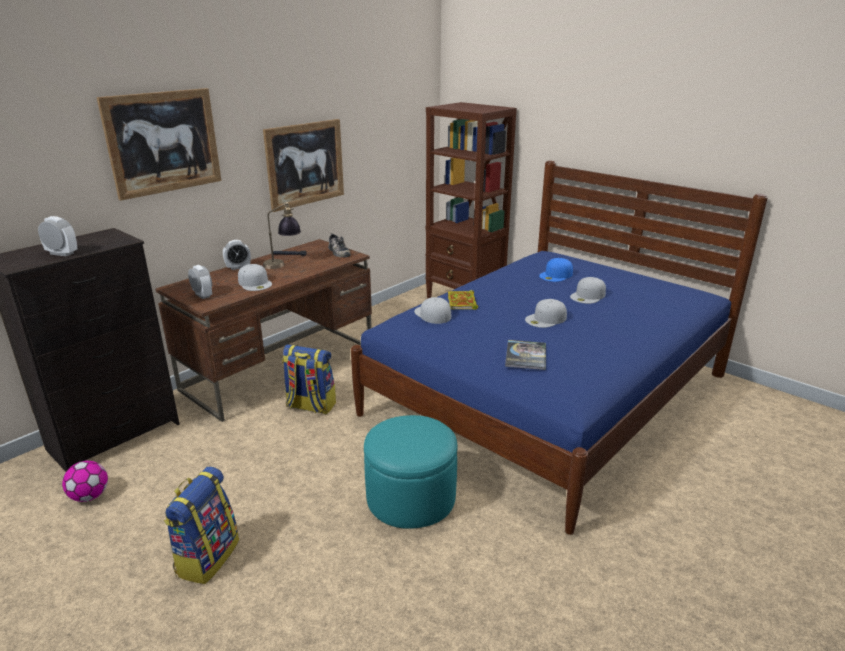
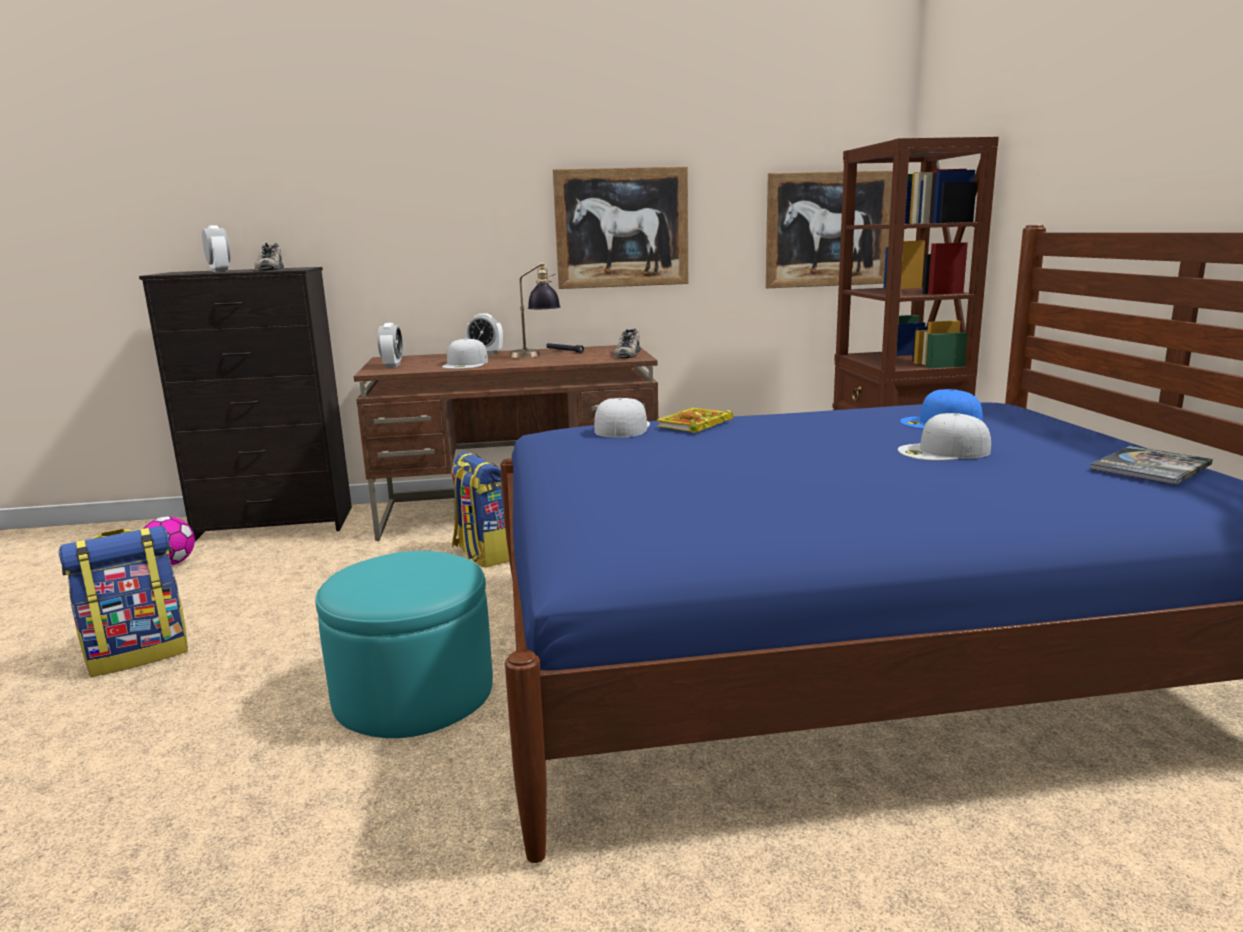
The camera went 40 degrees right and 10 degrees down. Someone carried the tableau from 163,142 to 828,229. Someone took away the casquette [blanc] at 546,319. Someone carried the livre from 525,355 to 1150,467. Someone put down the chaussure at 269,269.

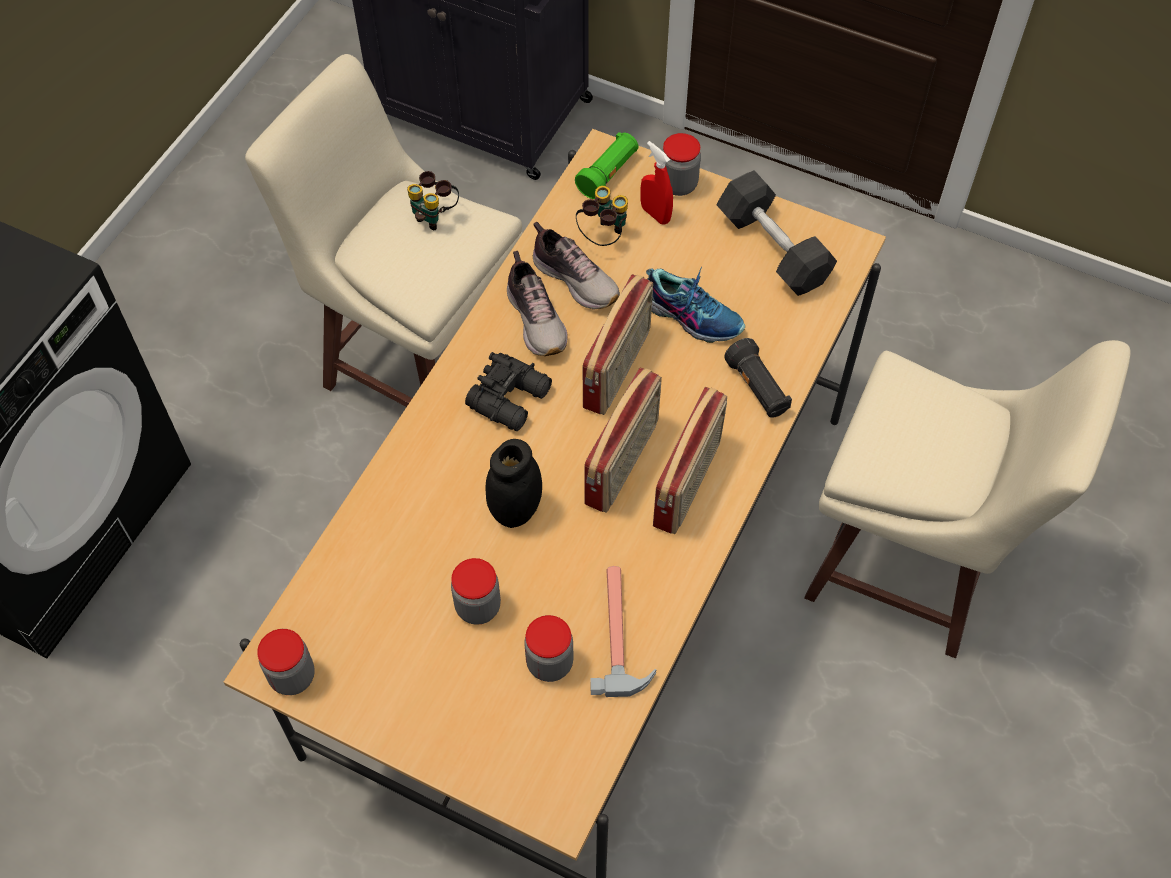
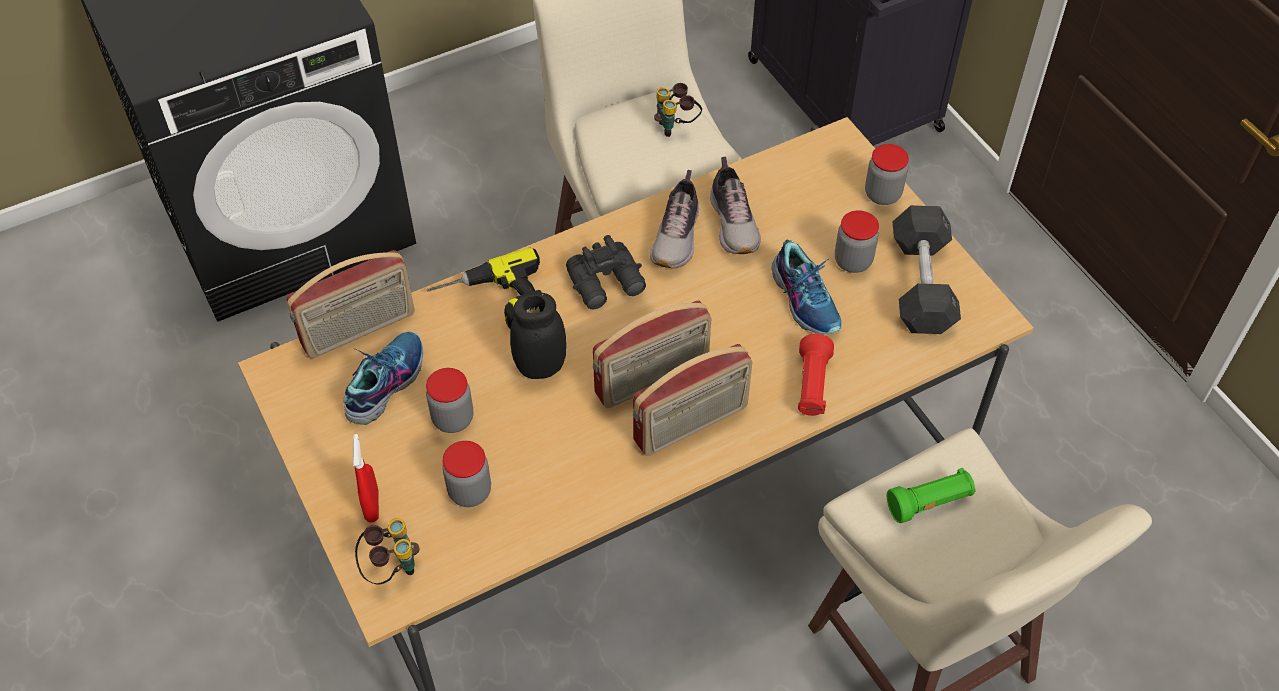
The camera went 35 degrees right and 5 degrees down. Someone carried the lampe de poche [vert] from 608,174 to 929,503. Someone carried the vaporisateur [rouge] from 655,214 to 372,506. Someone carried the jumelles from 603,236 to 391,567. Someone carried the radio from 618,369 to 359,330. Someone repainted the lampe de poche [noir] at 757,389, which became the lampe de poche [rouge] at 812,386. Someone took away the marteau at 621,633. Someone carried the bocal from 292,676 to 853,261. Someone put down the perceuse at 493,302. Someone put down the chaussure at 385,383.

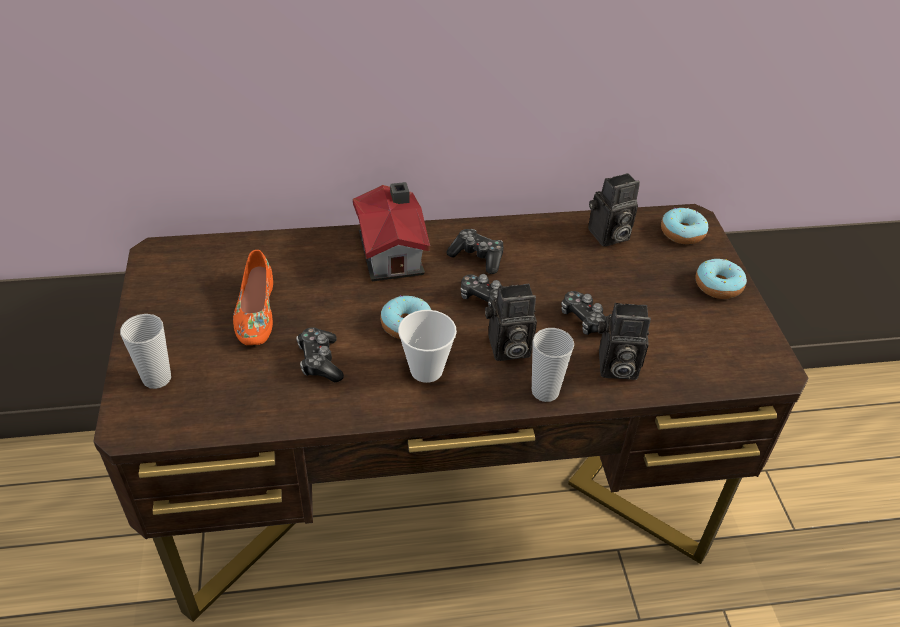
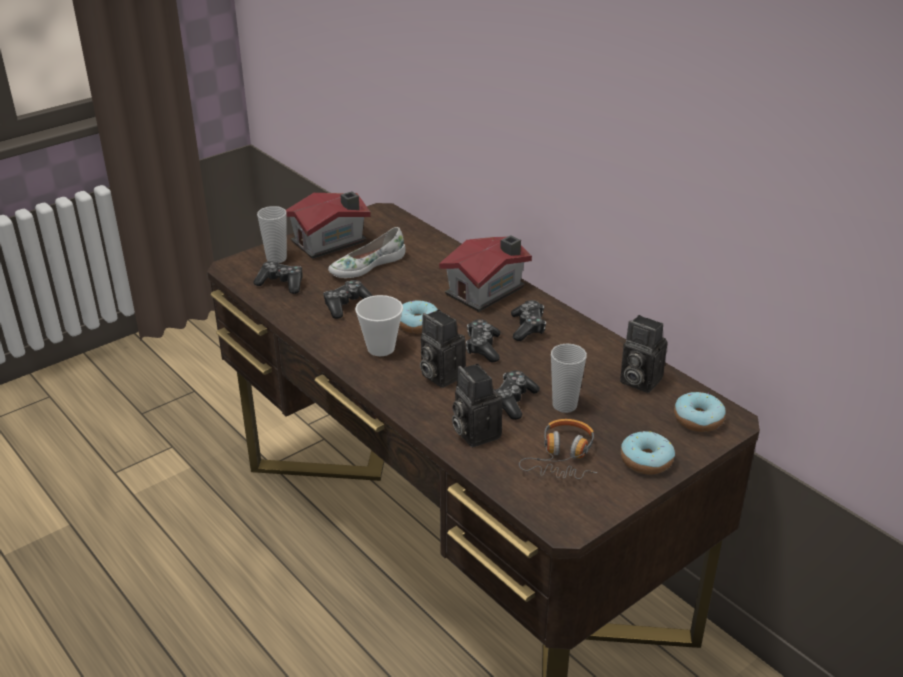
The camera went 60 degrees right and 10 degrees down. Someone repainted the chaussure [orange] at 255,311, which became the chaussure [blanc] at 366,265. Someone carried the tasse from 545,391 to 564,405. Someone put down the maison miniature at 331,242. Someone put down the manette at 281,283. Someone put down the casque audio at 562,457.

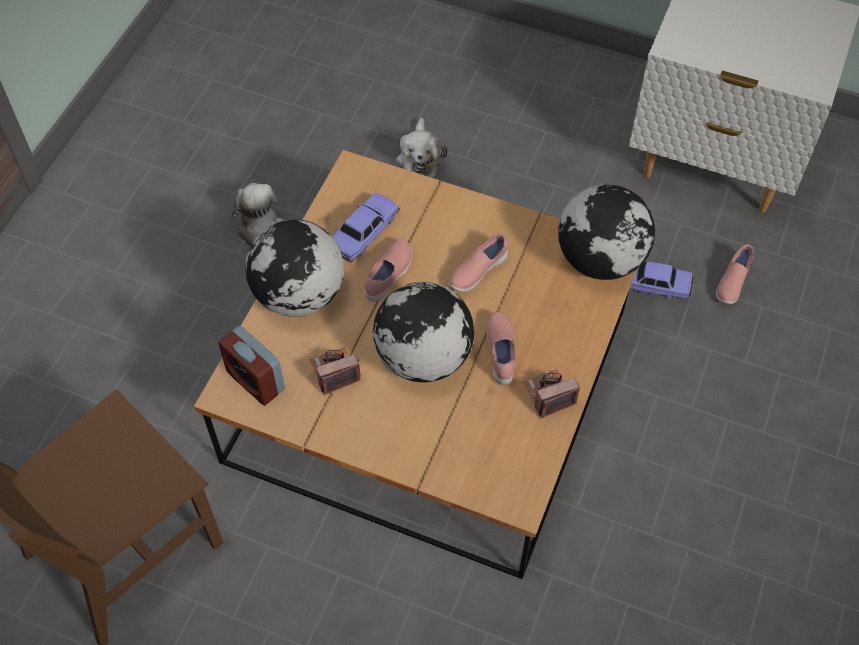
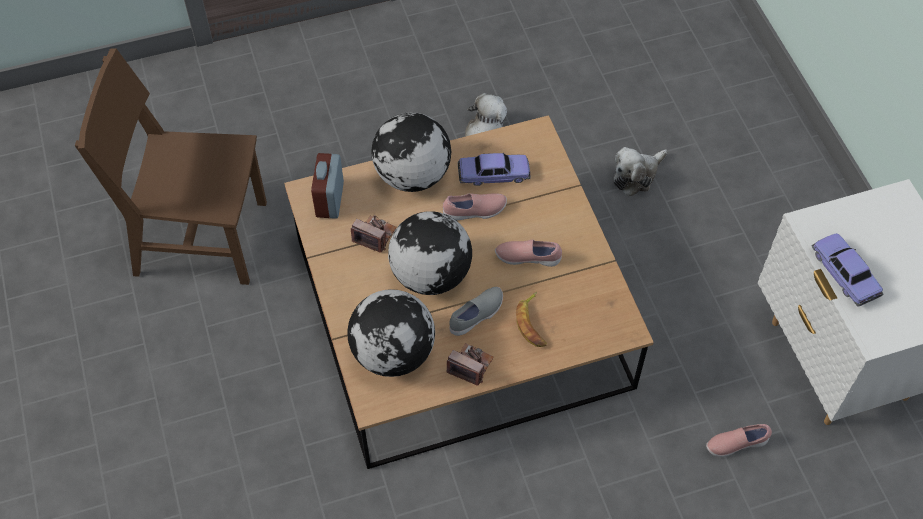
The camera went 50 degrees right and 0 degrees up. Someone carried the globe from 601,259 to 394,353. Someone carried the petite voiture from 652,284 to 844,274. Someone repainted the chaussure [rose] at 502,353, which became the chaussure [gris] at 477,316. Someone put down the banane at 532,323.

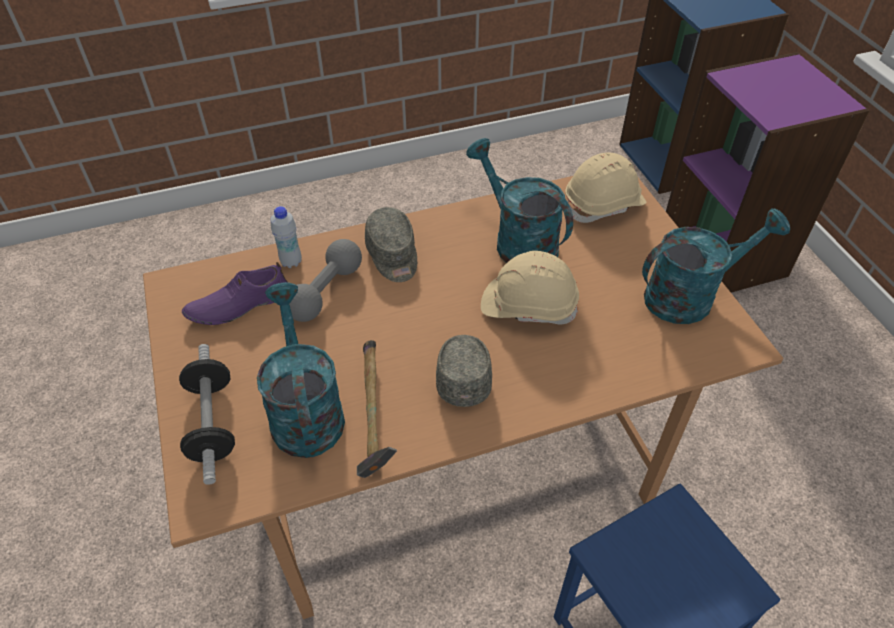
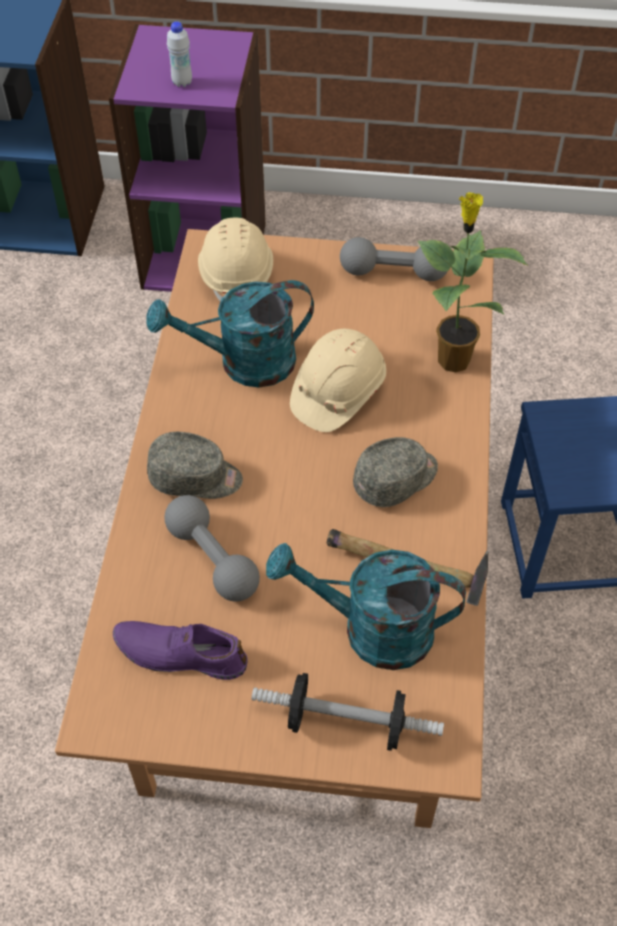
The camera went 65 degrees left and 5 degrees up. Someone carried the bouteille [blanc] from 291,262 to 182,82. Someone swapped the arrosoir [turquoise] at 690,295 for the haltère [gris] at 393,272. Someone rotated the chaussure [violet] at 239,305 by 105 degrees clockwise. Someone rotated the casquette [gris] at 463,375 by 120 degrees clockwise. Someone put down the plante en pot at 452,358.

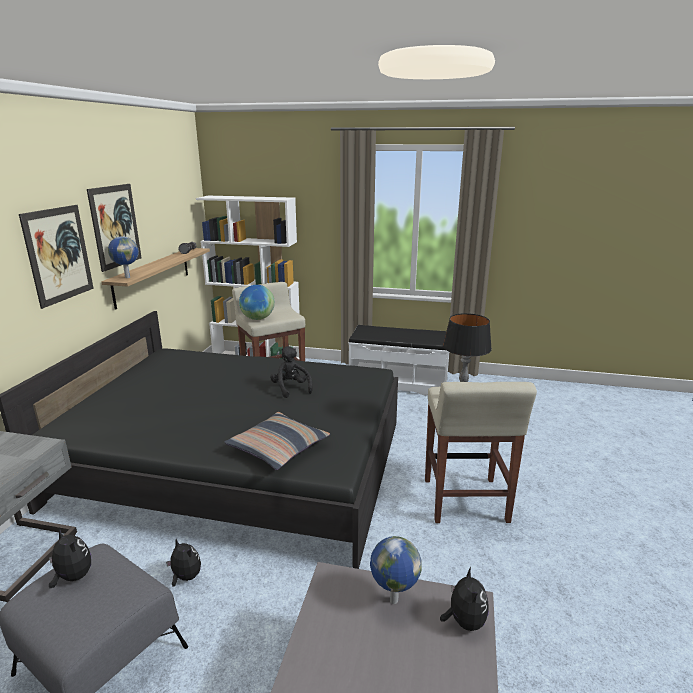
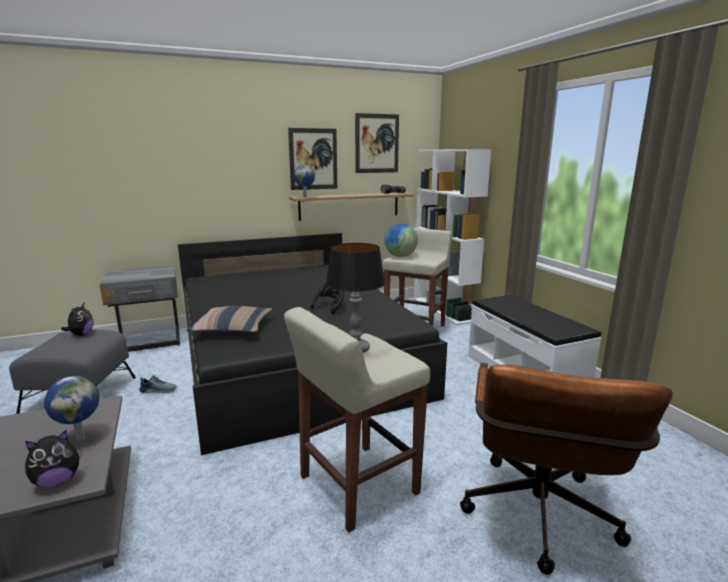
The camera went 55 degrees right and 5 degrees down. Someone carried the tableau from 59,254 to 377,143. Someone swapped the peluche at 185,577 for the chaussure at 159,390. Someone put down the chaise de bureau [marron] at 538,521.

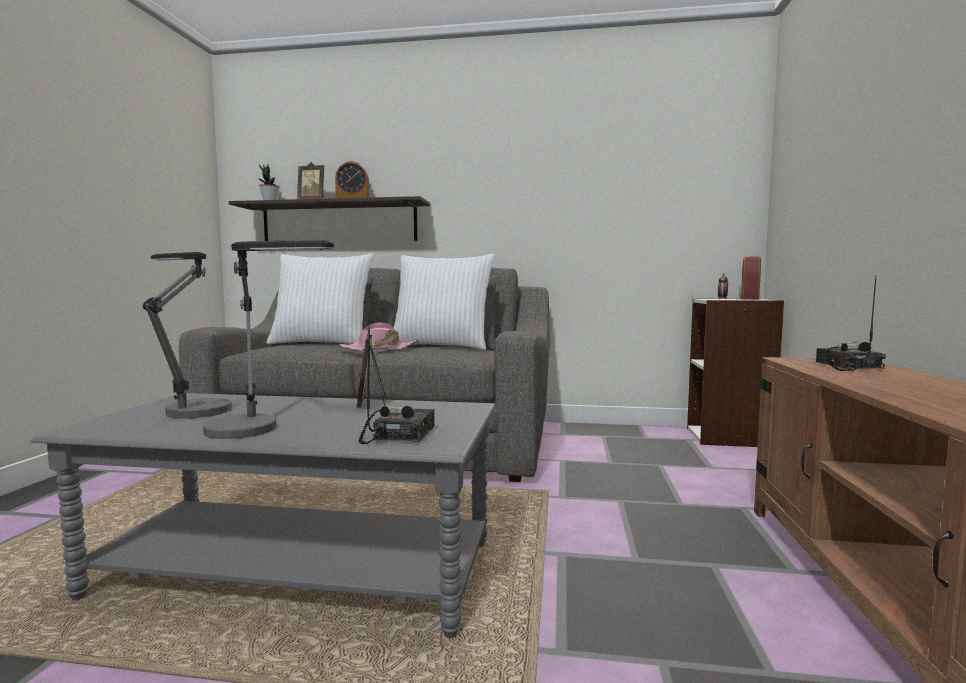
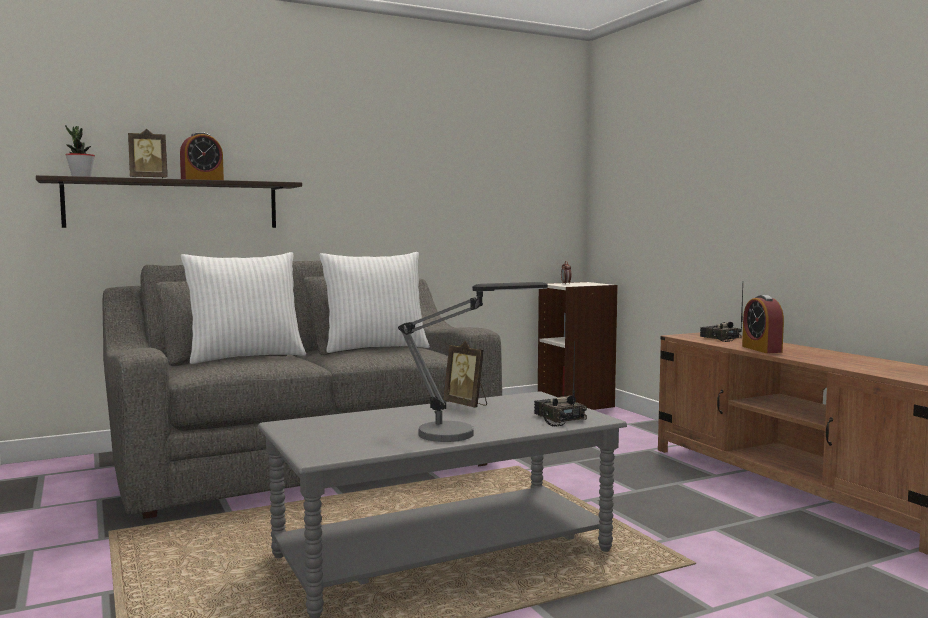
The camera went 35 degrees left and 0 degrees up. Someone took away the lampe de table at 191,408. Someone carried the réveil from 749,299 to 761,349. Someone took away the chapeau [rose] at 378,349.

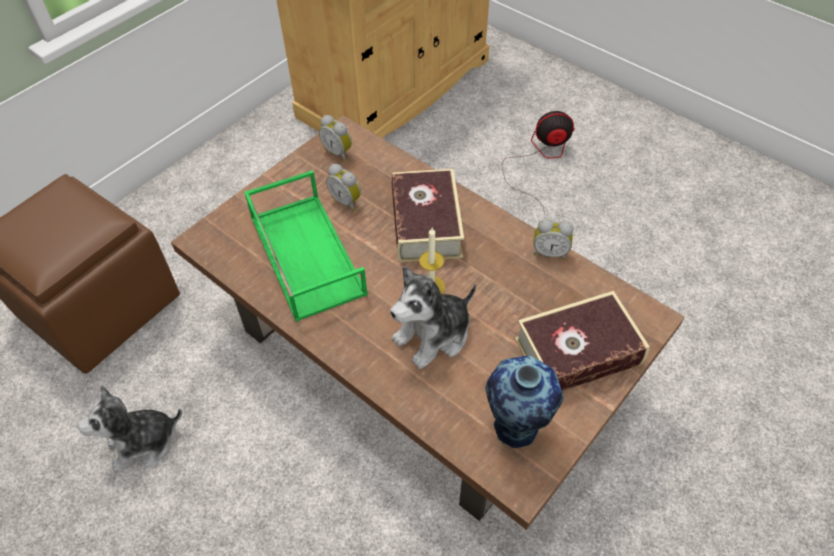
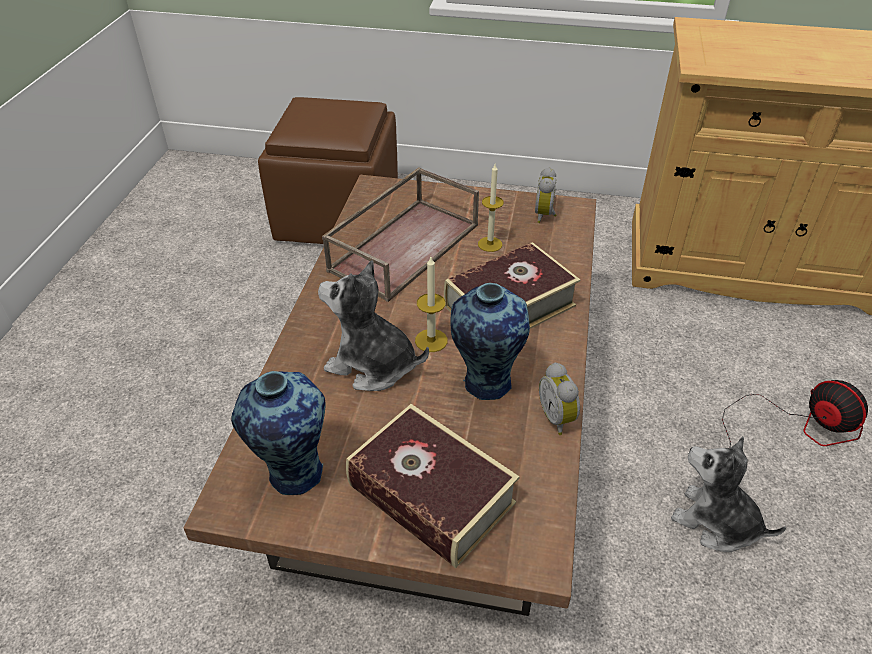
The camera went 60 degrees right and 10 degrees down. Someone swapped the réveil at 347,201 for the bougie at 490,244. Someone repainted the plateau [vert] at 305,254, which became the plateau [marron] at 404,246. Someone carried the peluche from 143,443 to 715,522. Someone put down the vase at 485,383.

